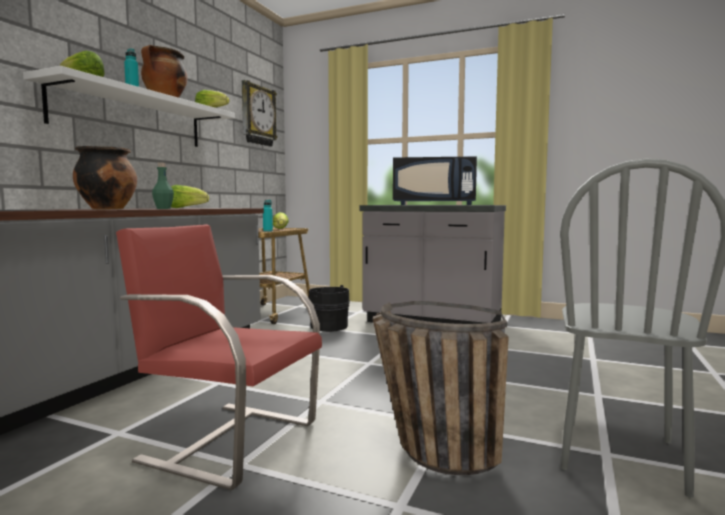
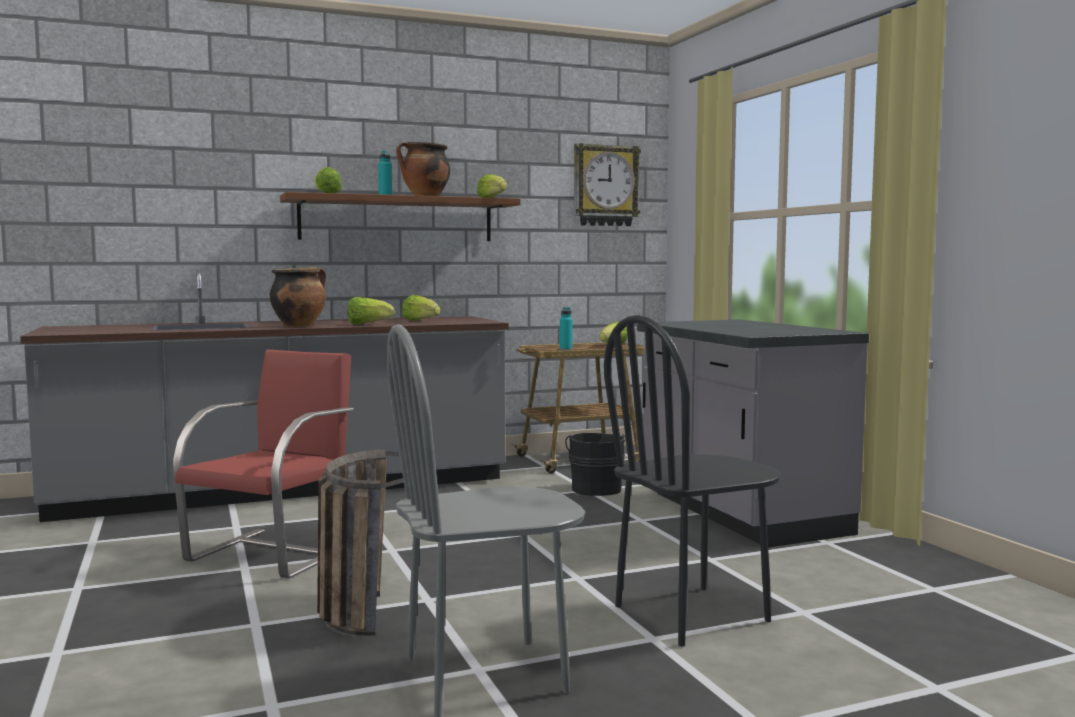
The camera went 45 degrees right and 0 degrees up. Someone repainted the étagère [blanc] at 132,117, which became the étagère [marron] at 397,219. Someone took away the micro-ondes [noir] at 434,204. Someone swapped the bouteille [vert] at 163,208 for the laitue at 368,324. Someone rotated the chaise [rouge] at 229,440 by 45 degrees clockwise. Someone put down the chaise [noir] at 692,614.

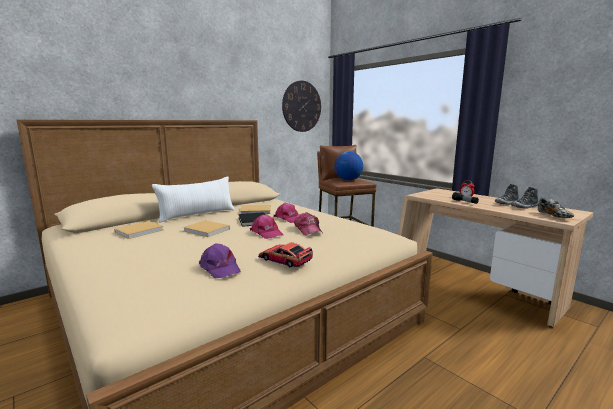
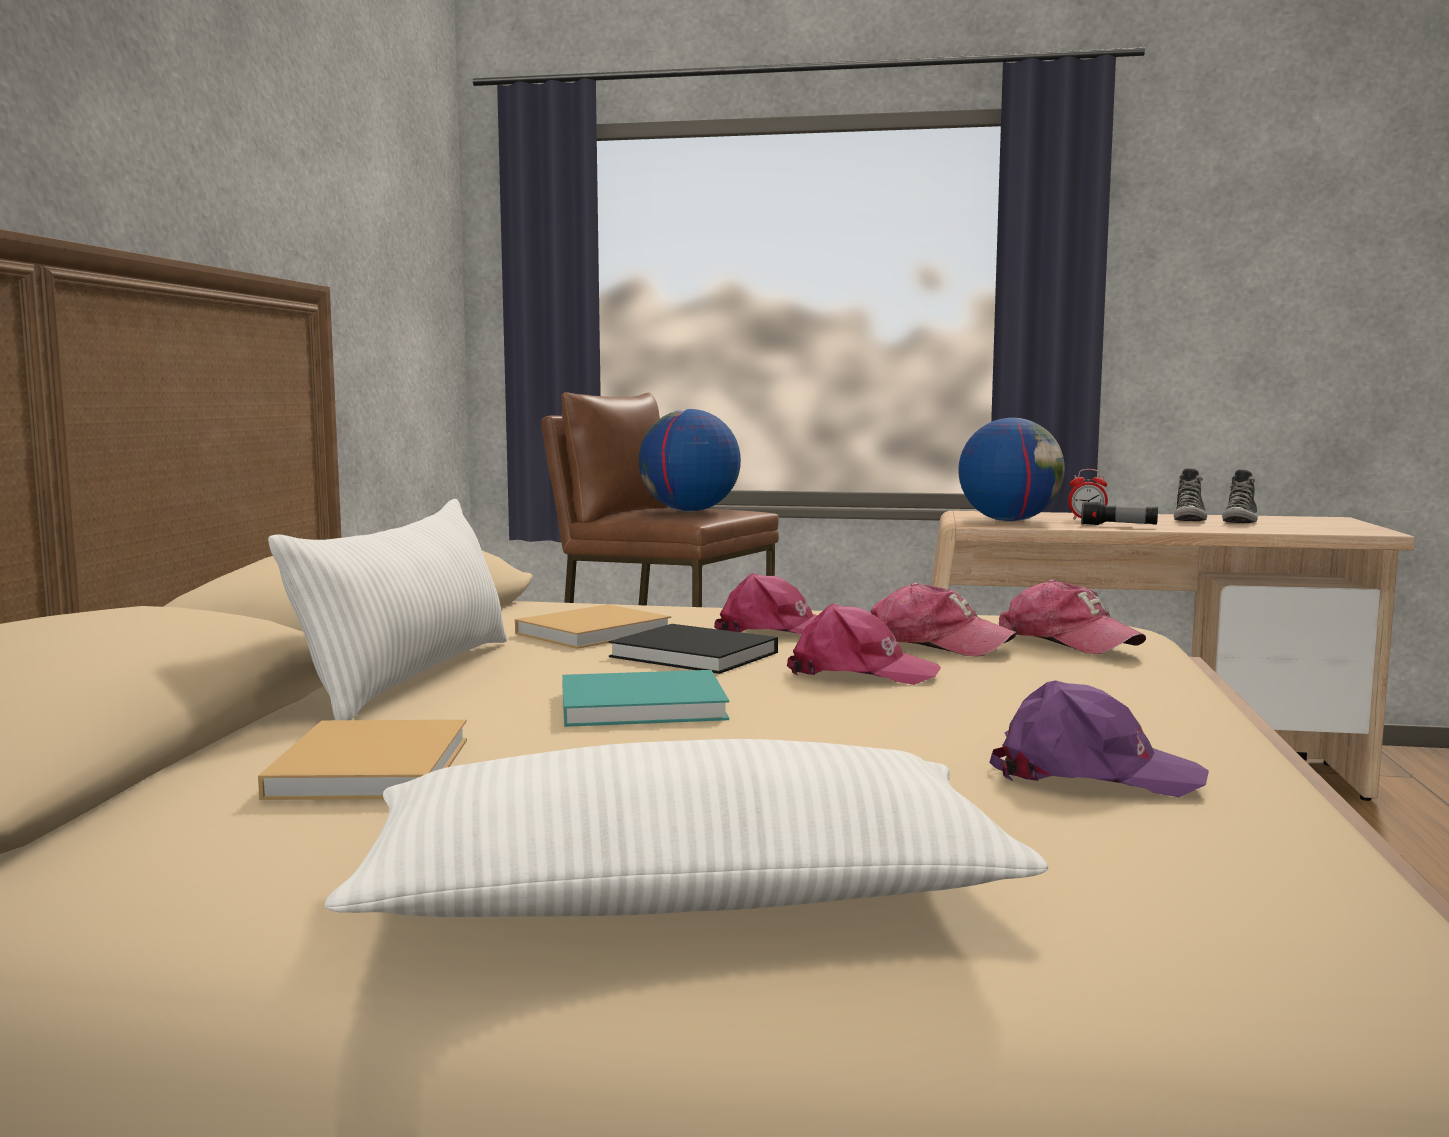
The camera went 40 degrees left and 5 degrees down. Someone took away the horloge murale at 301,106. Someone took away the chaussure at 554,216. Someone repainted the livre [beige] at 207,230, which became the livre [turquoise] at 648,705. Someone took away the petite voiture at 284,260. Someone put down the globe at 1009,521. Someone put down the casquette at 1067,641. Someone put down the coussin [blanc] at 685,898.

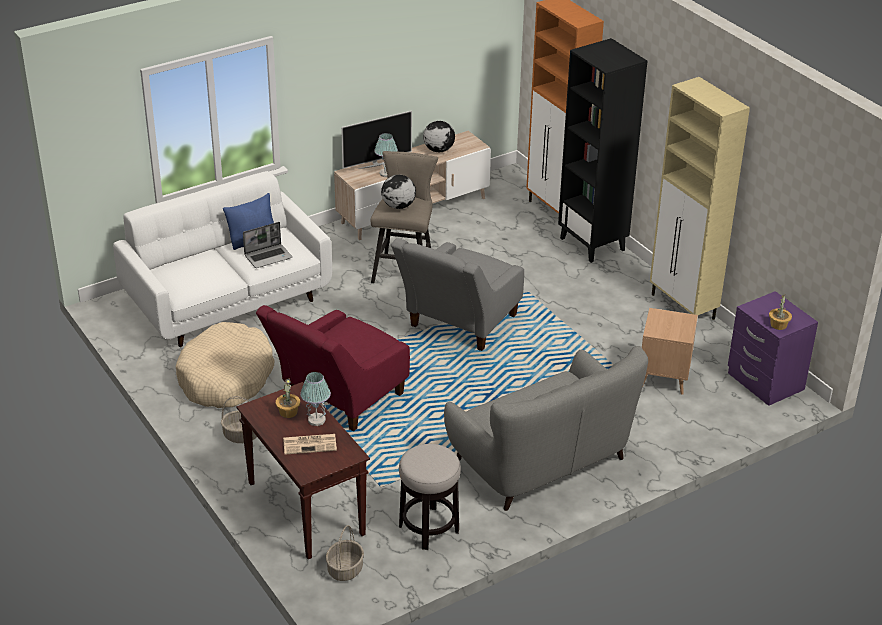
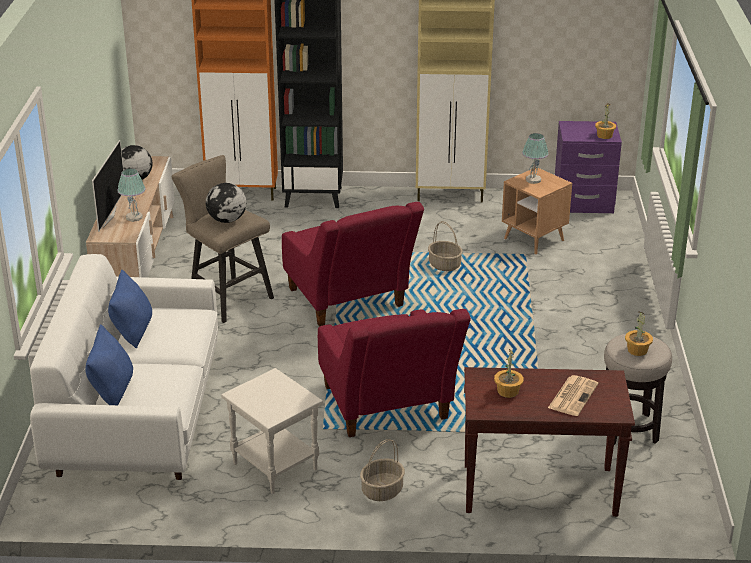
The camera went 55 degrees left and 5 degrees down. Someone took away the ordinateur portable at 268,256. Someone repainted the fauteuil [gris] at 458,325, which became the fauteuil [rouge] at 349,303. Someone swapped the panier pour chien [beige] at 226,378 for the table d'appoint [blanc] at 273,467. Someone took away the canapé [gris] at 542,461. Someone carried the lampe de table from 317,420 to 533,180. Someone carried the panier from 345,570 to 445,265. Someone put down the plante en pot at 637,350. Someone put down the coussin [bleu] at 112,390.

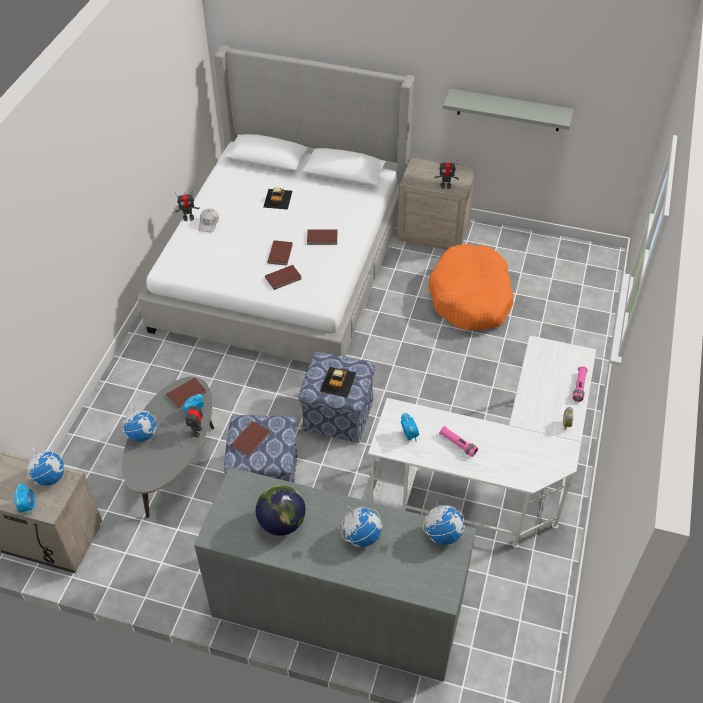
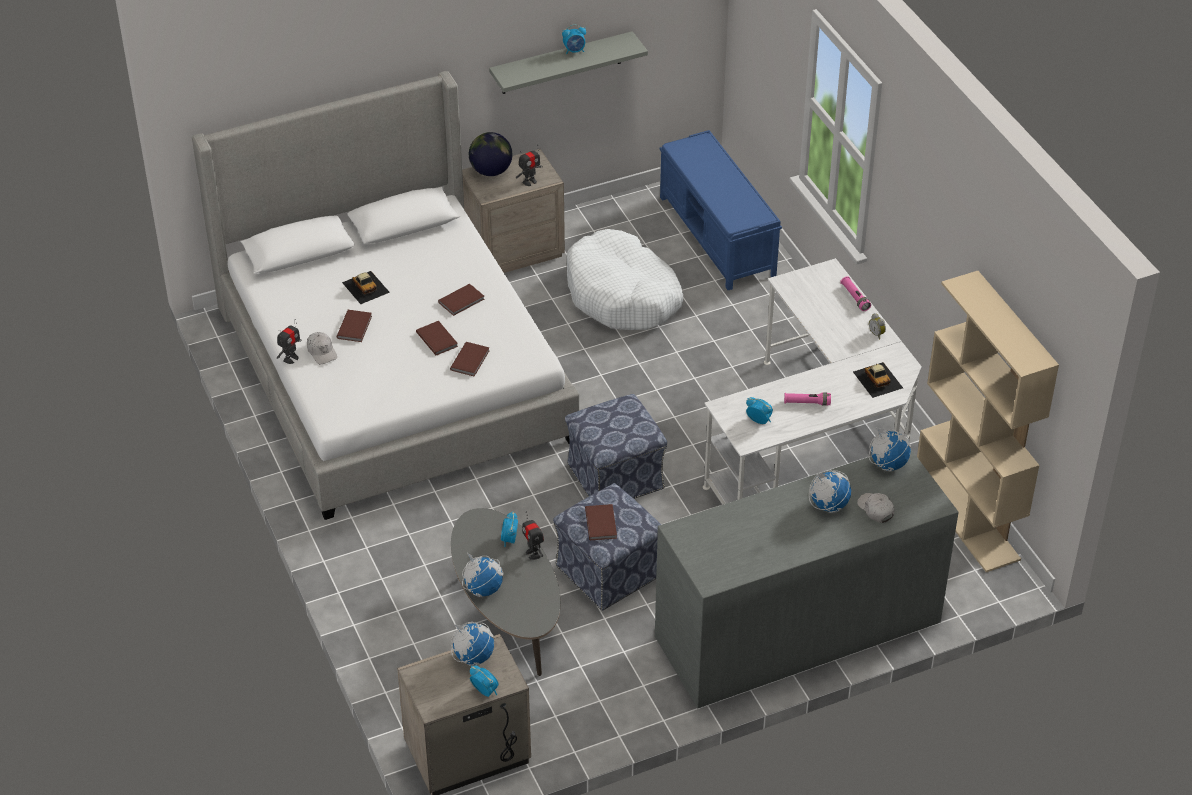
The camera went 40 degrees left and 5 degrees down. Someone repainted the panier pour chien [orange] at 471,297, which became the panier pour chien [blanc] at 622,295. Someone carried the petite voiture from 338,381 to 878,379. Someone carried the livre [marron] from 187,394 to 355,327. Someone carried the globe from 282,522 to 491,171. Someone put down the réveil at 574,51. Someone put down the banc [bleu] at 717,236. Someone put down the bibliothèque [beige] at 967,518. Someone put down the casquette [blanc] at 875,510.

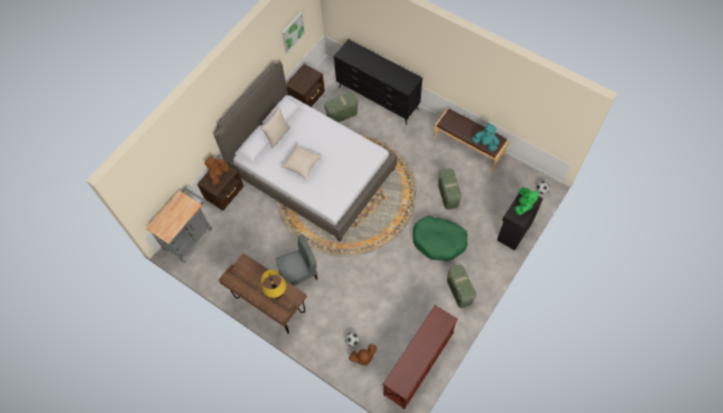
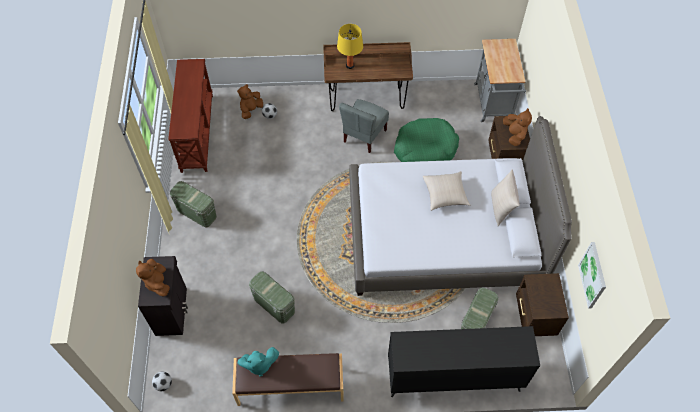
The camera went 140 degrees right and 5 degrees down. Someone repainted the peluche [vert] at 523,205, which became the peluche [marron] at 157,283. Someone carried the panier pour chien [vert] from 439,241 to 425,149.

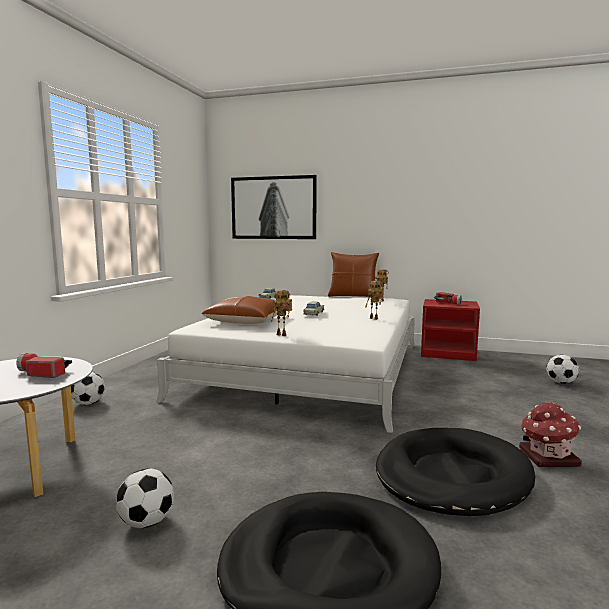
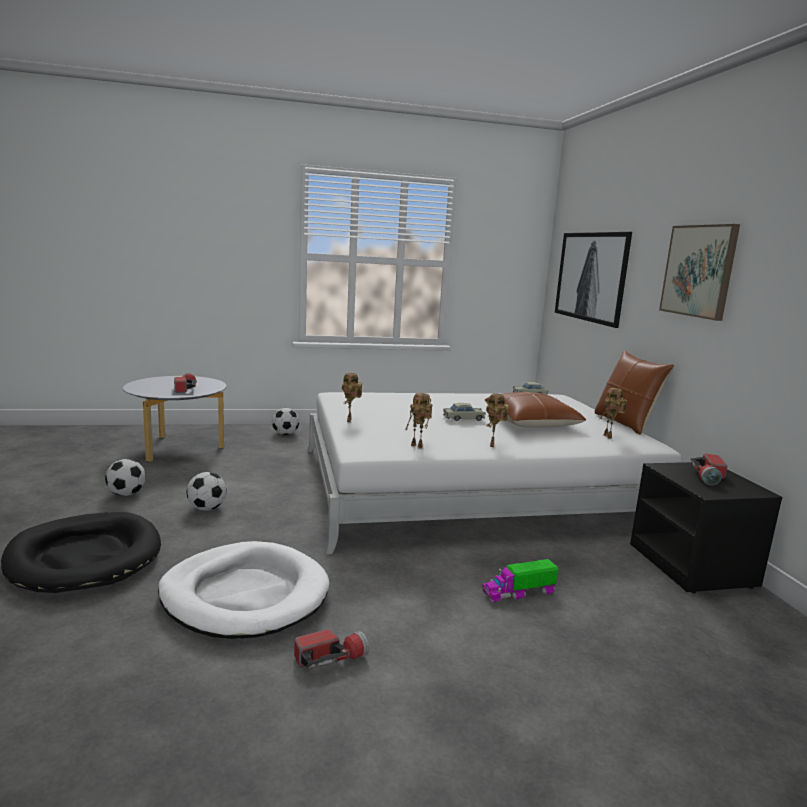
The camera went 60 degrees right and 5 degrees up. Someone carried the coussin [marron] from 246,321 to 531,422. Someone repainted the table de chevet [rouge] at 448,353, which became the table de chevet [noir] at 693,566. Someone carried the ballon de foot from 561,382 to 207,508. Someone swapped the maison miniature at 547,457 for the lampe de poche at 330,658. Someone repainted the panier pour chien [noir] at 451,476, which became the panier pour chien [blanc] at 245,595. Someone put up the tableau at 699,271. Someone put down the robot jouet at 418,446. Someone put down the camion jouet at 519,592.

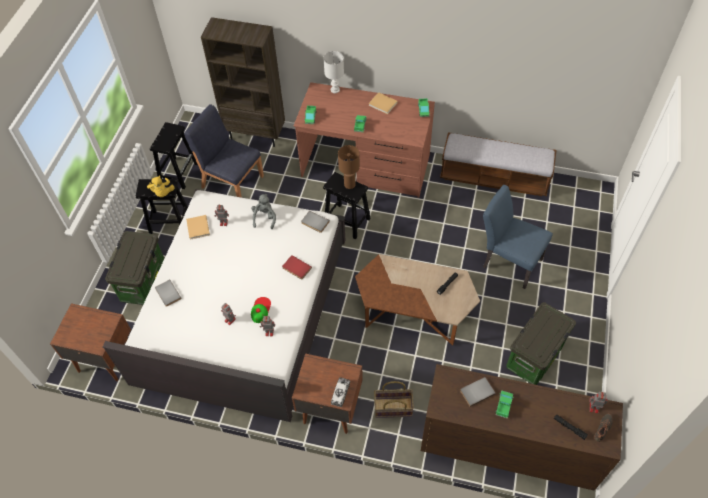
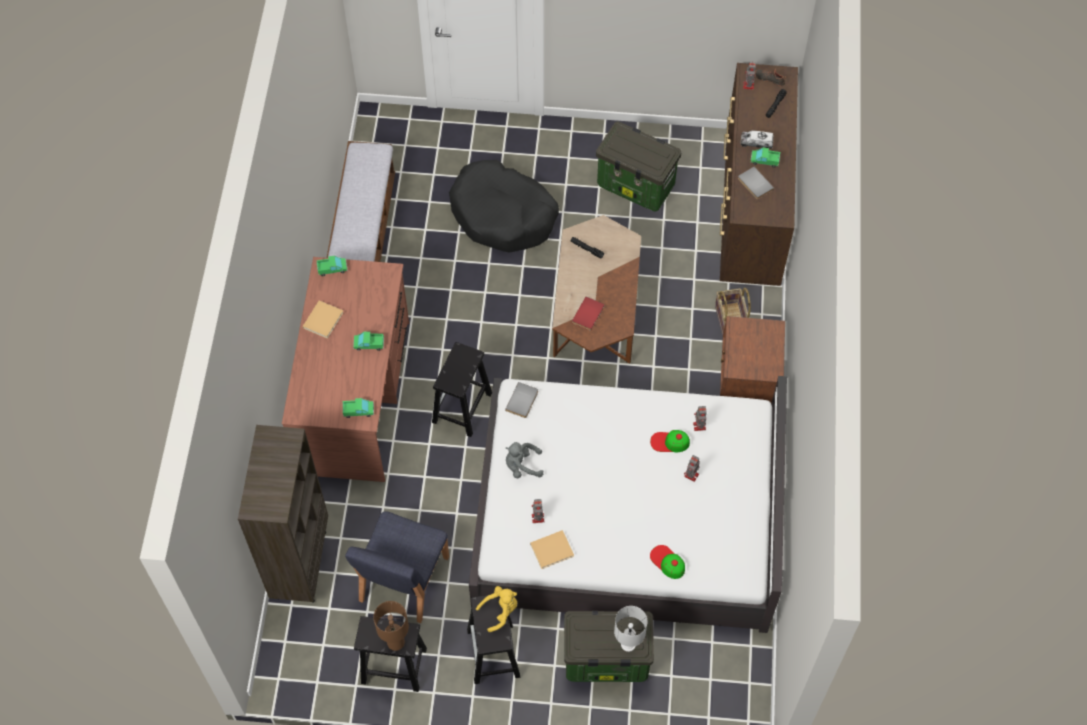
The camera went 100 degrees left and 5 degrees up. Someone carried the lampe de table [blanc] from 334,90 to 628,645. Someone carried the lampe de table [marron] from 350,184 to 395,642. Someone swapped the chaise [bleu] at 508,261 for the panier pour chien [noir] at 503,215. Someone carried the livre [rouge] from 296,268 to 589,315. Someone swapped the livre [gris] at 167,294 for the casquette at 667,562. Someone took away the table de chevet [marron] at 105,358. Someone carried the camion jouet from 340,393 to 756,143.

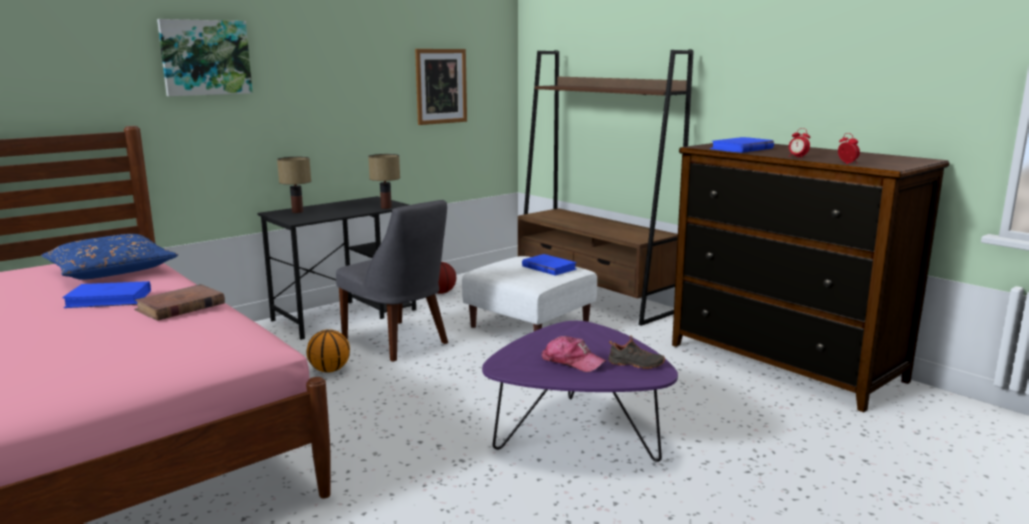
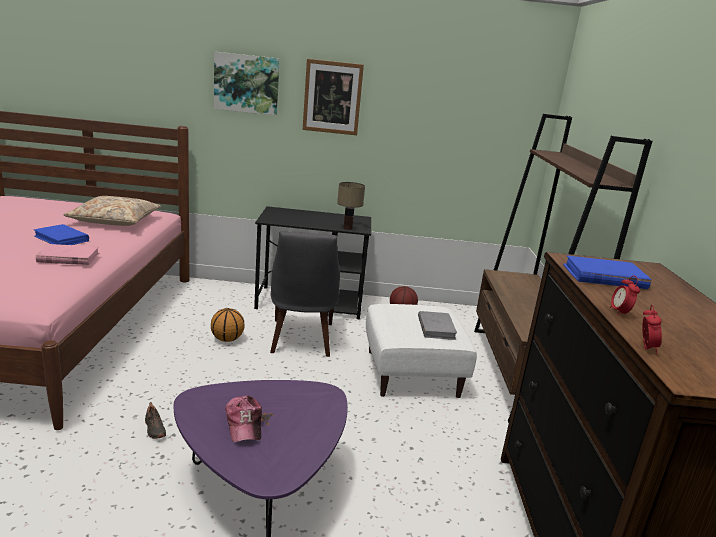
The camera went 40 degrees right and 5 degrees up. Someone carried the tableau from 441,86 to 332,97. Someone took away the lampe de table at 297,211. Someone repainted the coussin [bleu] at 111,271, which became the coussin [beige] at 115,220. Someone repainted the livre [bleu] at 548,268, which became the livre [gris] at 436,328. Someone repainted the livre [marron] at 180,307, which became the livre [rose] at 68,258. Someone carried the chaussure [noir] from 636,365 to 154,429.

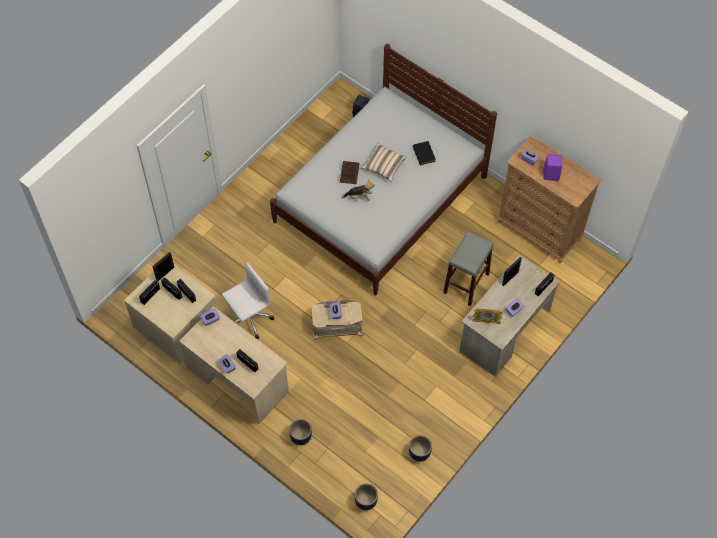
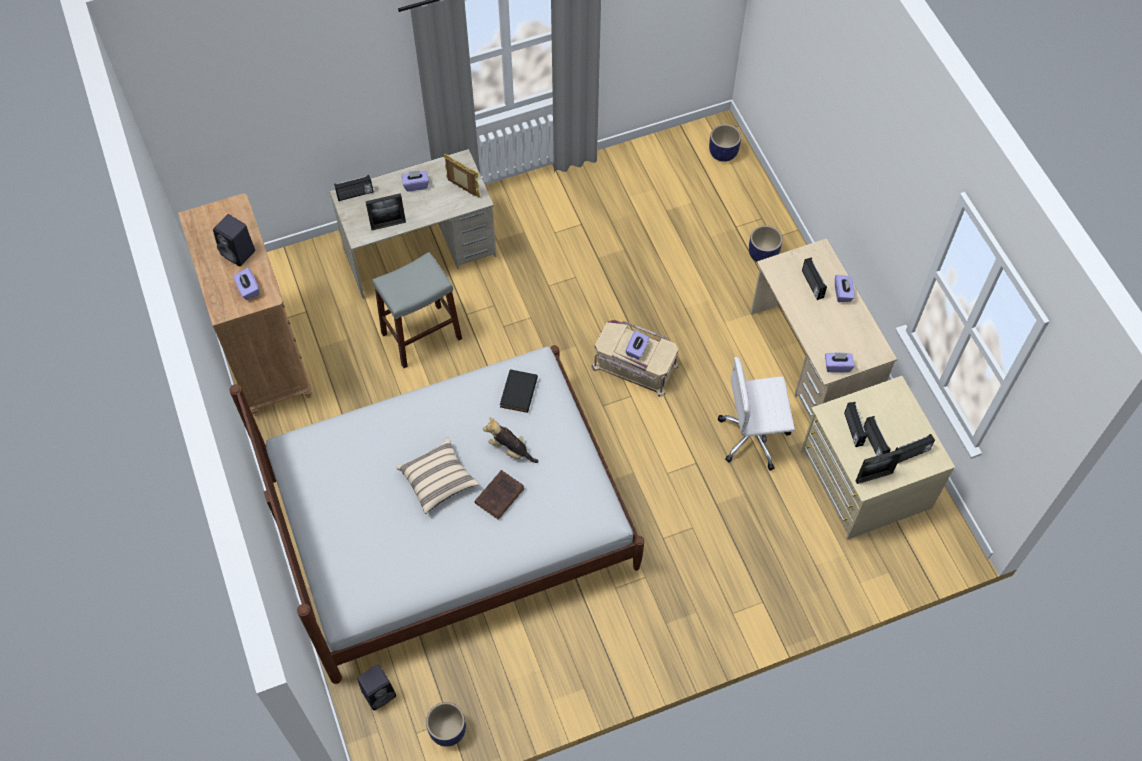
The camera went 150 degrees left and 0 degrees up. Someone carried the livre [noir] from 423,153 to 518,393. Someone repainted the enceinte [violet] at 550,174, which became the enceinte [noir] at 239,253. Someone carried the cache-pot from 419,453 to 447,730.

